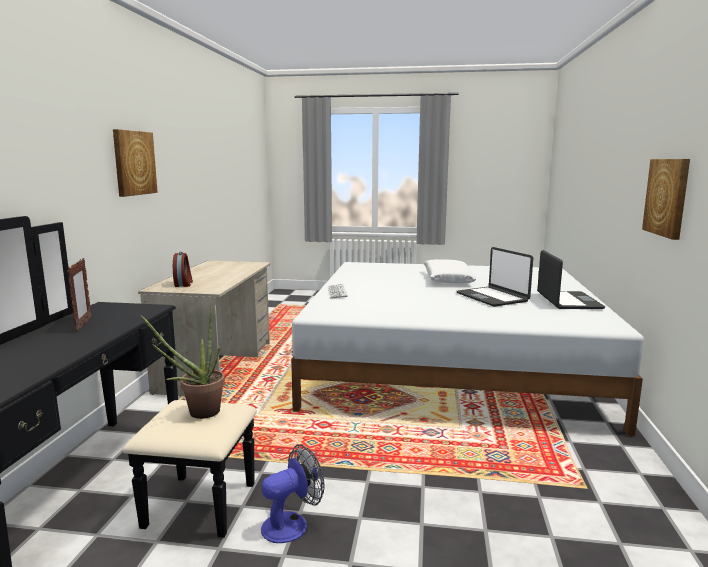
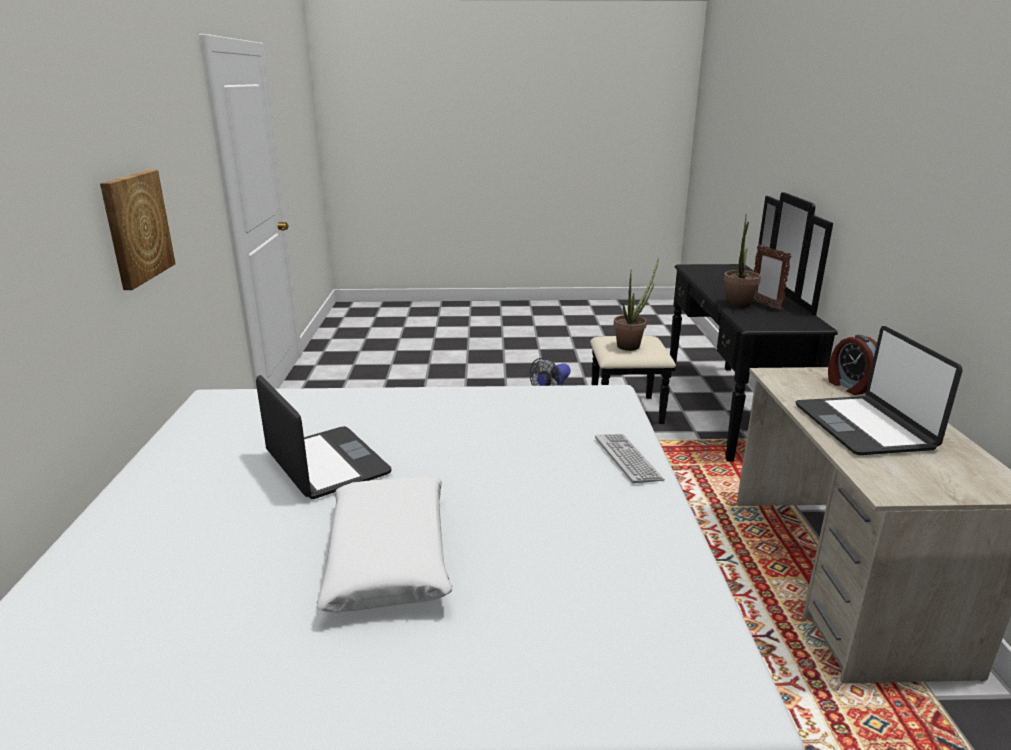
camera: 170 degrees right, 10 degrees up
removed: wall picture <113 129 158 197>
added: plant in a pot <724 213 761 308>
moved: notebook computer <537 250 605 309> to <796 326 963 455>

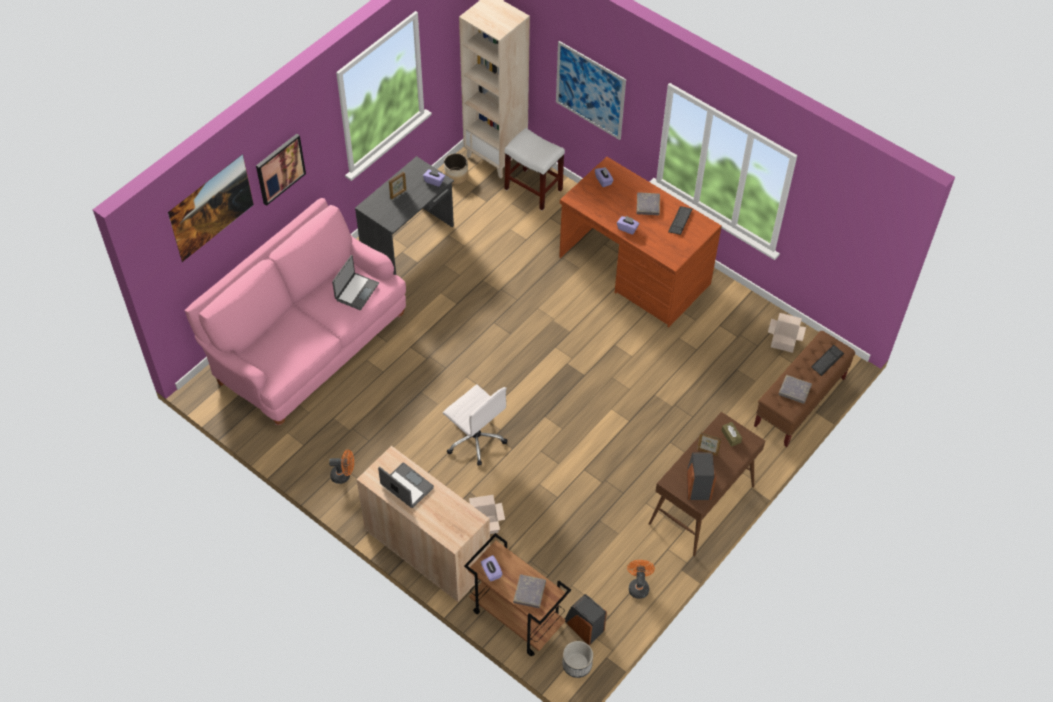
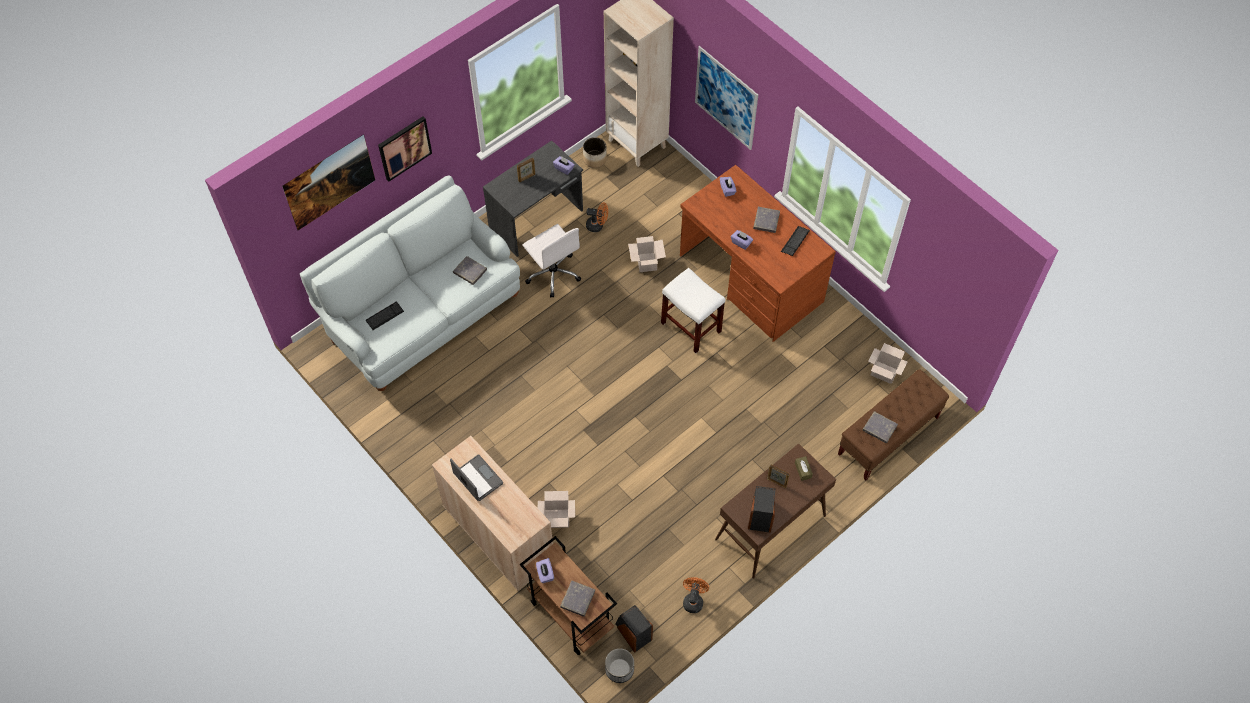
camera: 10 degrees right, 5 degrees up
added: packing box <628 236 666 272>
moved: orangey cooling fan <329 450 354 484> to <586 202 608 232>; whitish office chair <443 385 507 465> to <522 224 581 298>; whitish sitting stool <504 128 565 210> to <661 268 725 353>; computer keyboard <811 345 844 376> to <366 301 404 330>
replaced: notebook computer <332 255 379 310> to greyish bound book <453 256 487 285>
recoloured: pink-coloured settee <184 198 406 425> to whitish settee <300 175 520 391>

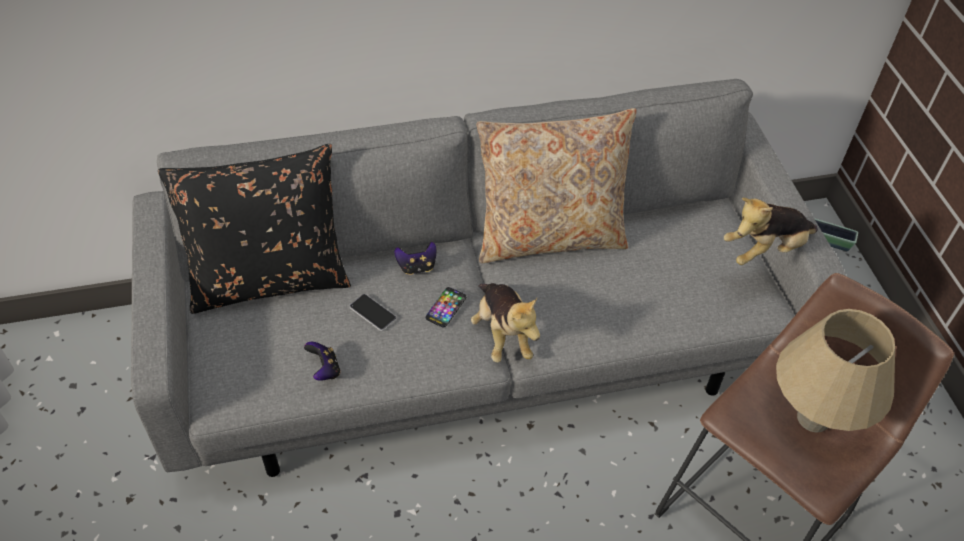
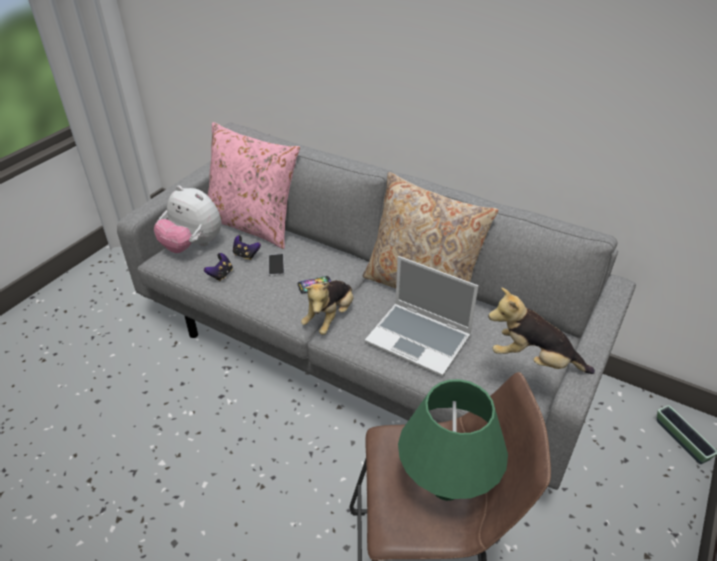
camera: 45 degrees right, 10 degrees down
added: soft toy <154 186 221 253>; notebook computer <365 256 479 377>
moved: game controller <394 242 436 275> to <233 235 261 260>
recoloured: blackish pillow <158 144 351 314> to pink-coloured pillow <208 122 300 249>; beige tabletop lamp <776 309 895 432> to green tabletop lamp <398 379 508 501>

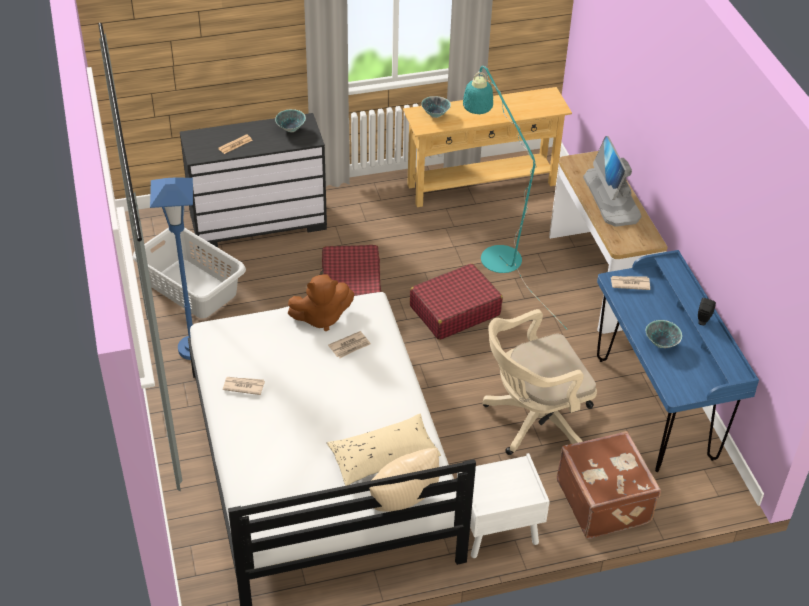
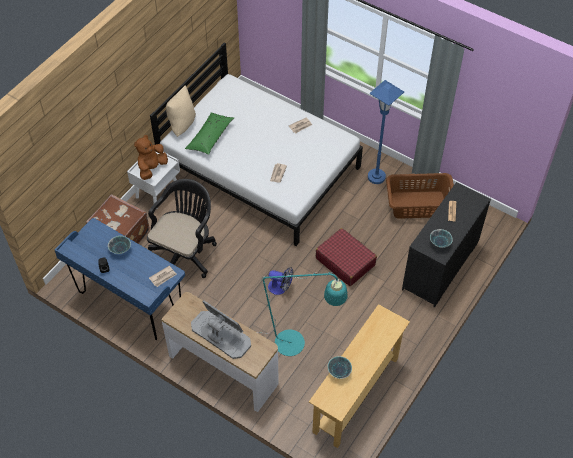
camera: 140 degrees right, 10 degrees up
moved: brownish soft toy <288 274 354 331> to <134 135 168 180>; serving bowl <421 96 451 118> to <328 356 352 379>
replaced: reddish travel case <410 263 503 340> to cooling fan <268 267 293 295>
recoloured: greyish washing basket <133 228 246 318> to brownish washing basket <386 173 454 219>; beige pillow <327 413 441 486> to green pillow <185 113 234 155>; beige office chair <482 309 597 455> to blackish office chair <147 179 217 278>

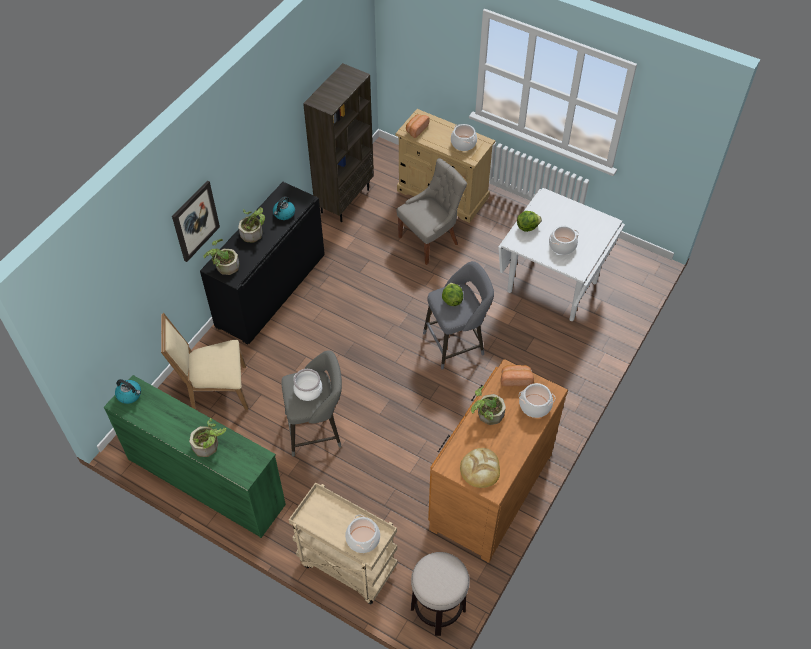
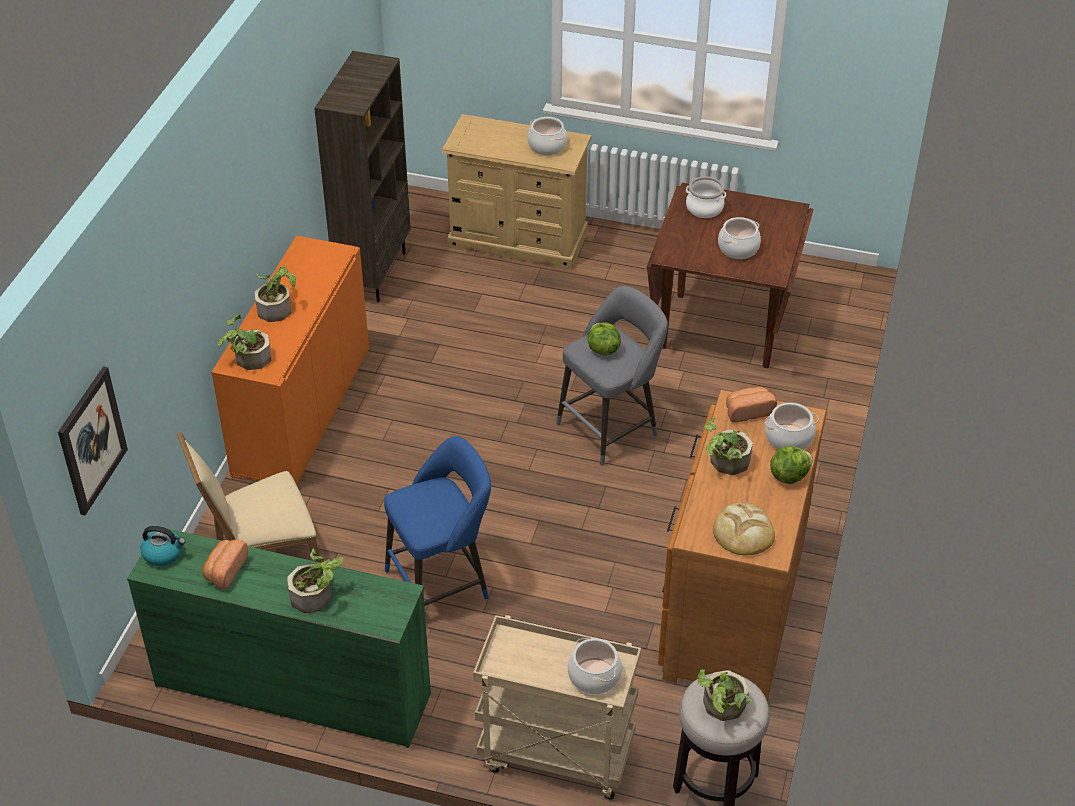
camera: 15 degrees left, 10 degrees down
removed: tea kettle <273 196 295 220>; greyish upright chair <397 158 467 265>
added: plant in a pot <697 669 752 721>
moved: wall picture <172 181 220 262> to <58 366 128 516>; cooking pot <293 369 322 401> to <686 176 726 218>; bread <406 114 430 138> to <202 540 248 590>; lettuce head <517 211 542 232> to <770 446 813 484>
recoloured: blackish cabinet <200 182 325 344> to orangey cabinet <211 236 369 485>; greyish sitting stool <281 350 342 457> to bluish sitting stool <384 436 491 606>; whitish kitchen table <498 188 625 321> to brownish kitchen table <647 183 813 368>

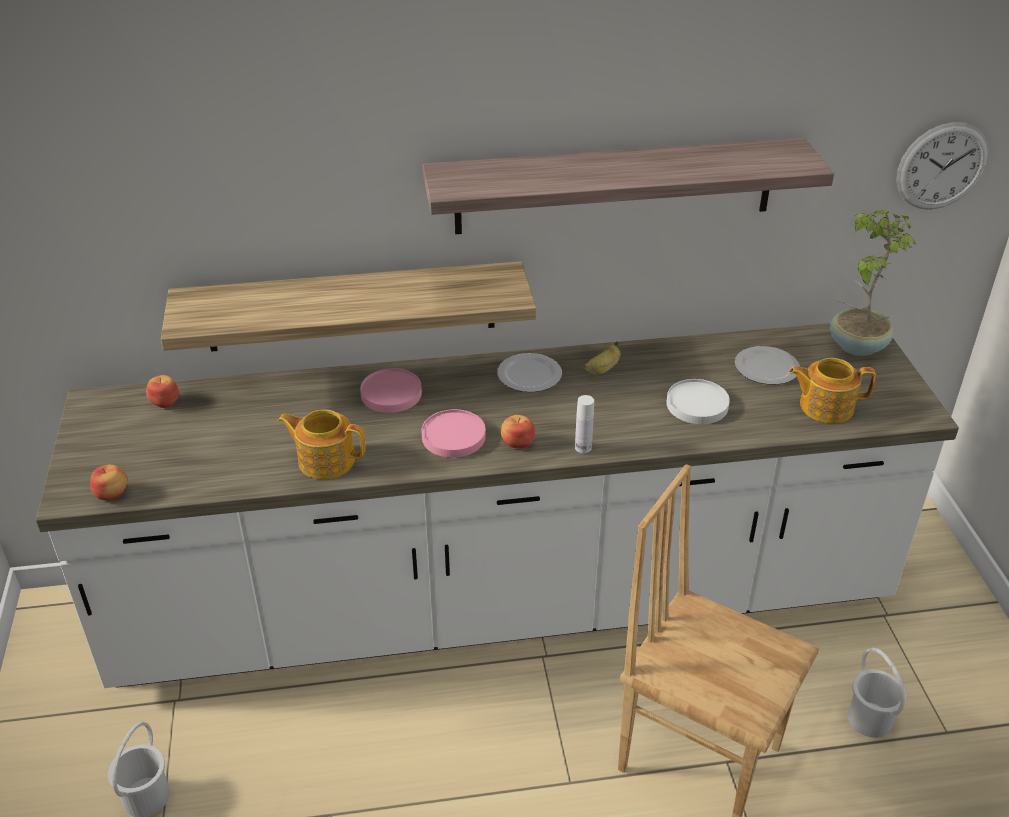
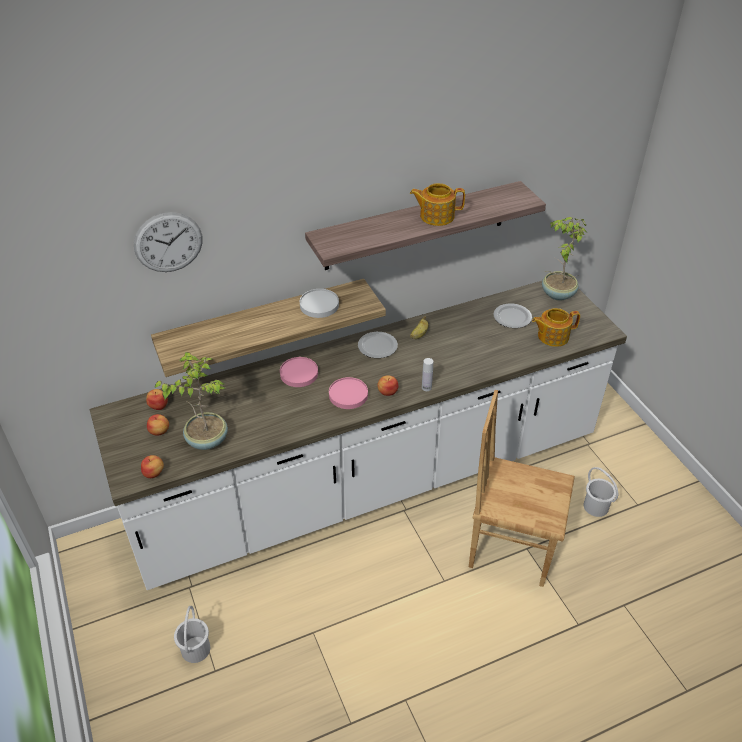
camera: 15 degrees left, 5 degrees up
added: apple <147 414 169 436>; plant in a pot <154 352 228 450>
moved: teapot <278 409 366 480> to <410 183 465 226>; whitish plate <666 379 730 424> to <300 289 339 318>; clock on the wall <896 122 989 209> to <134 212 203 272>

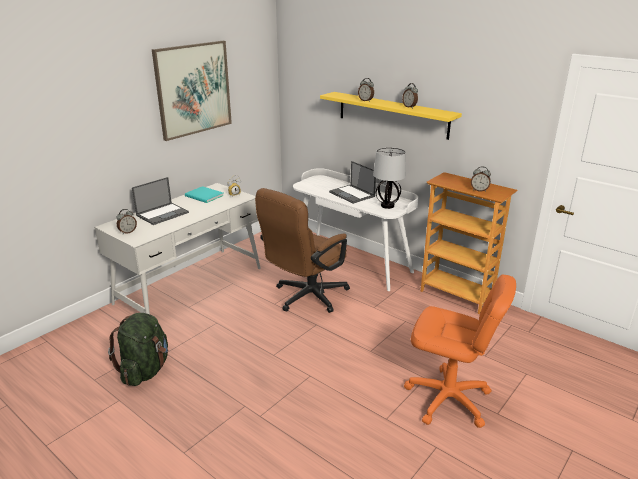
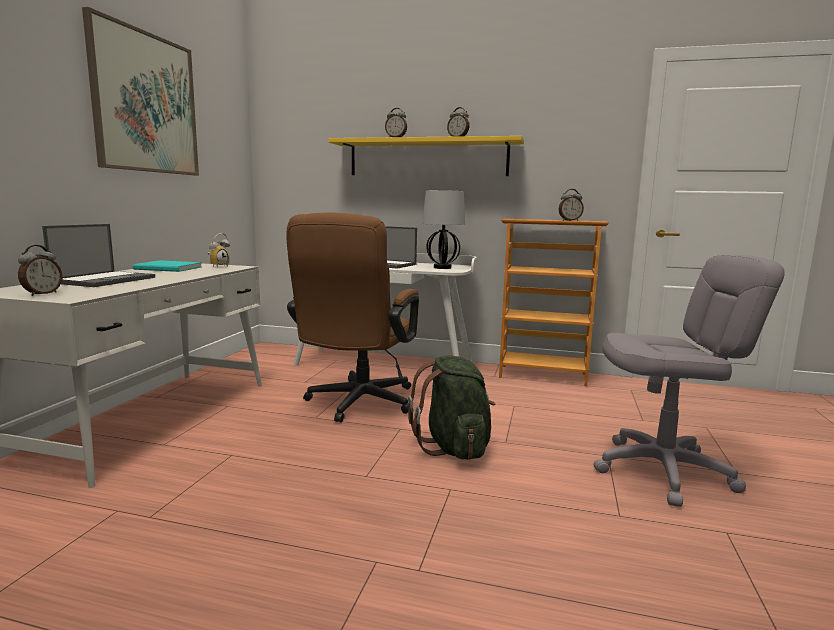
camera: 25 degrees left, 15 degrees down
moved: green backpack <108 313 168 386> to <408 356 495 460>
recoloured: orangey office chair <404 275 516 428> to greyish office chair <594 255 785 507>

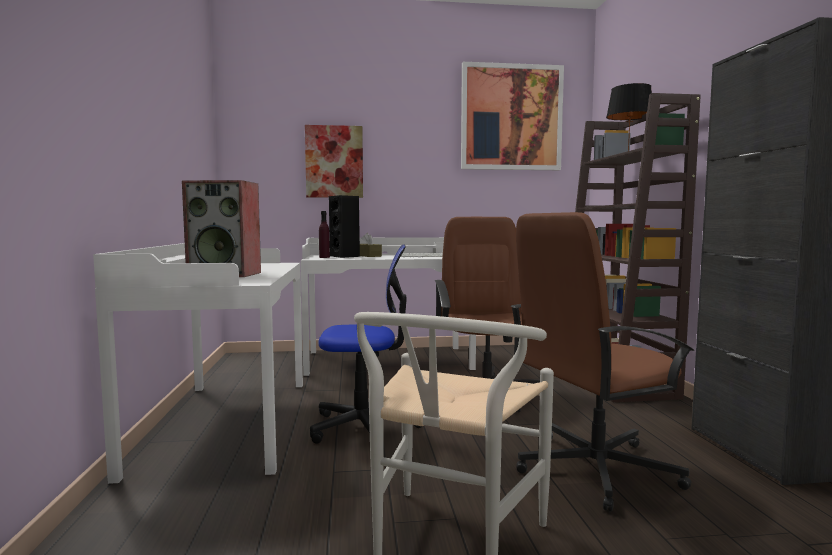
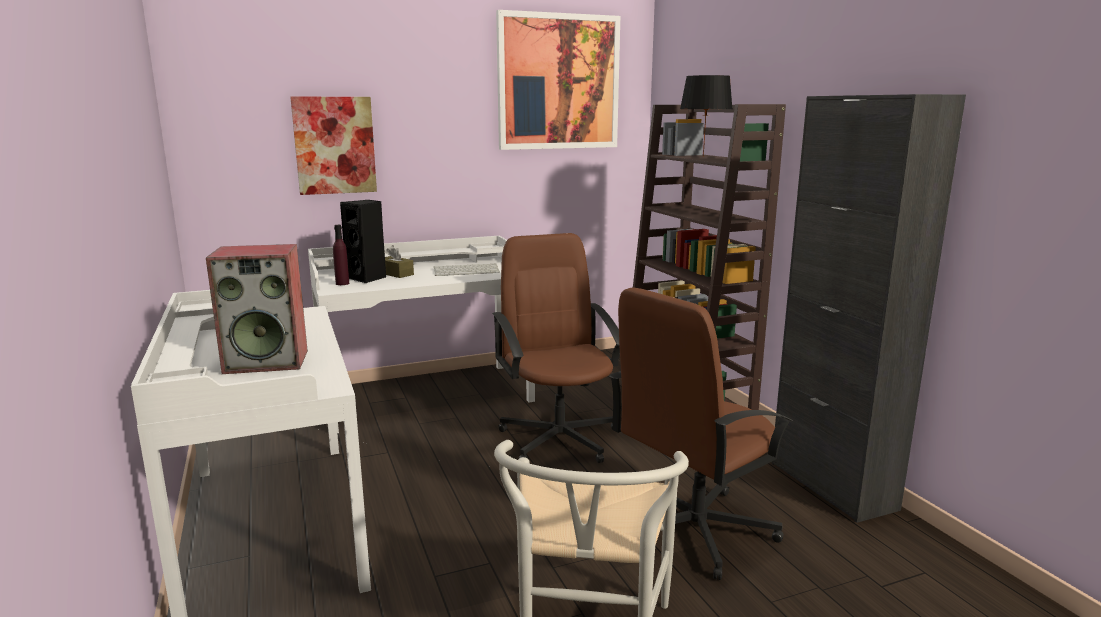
camera: 15 degrees left, 10 degrees up
removed: office chair <310 244 422 450>

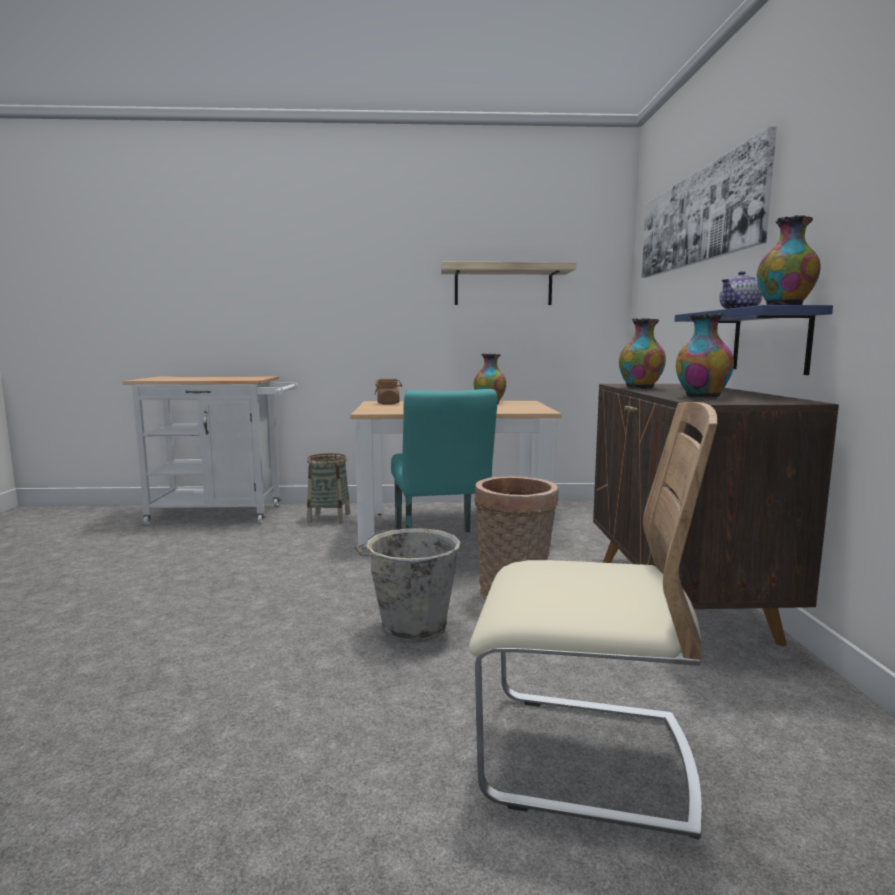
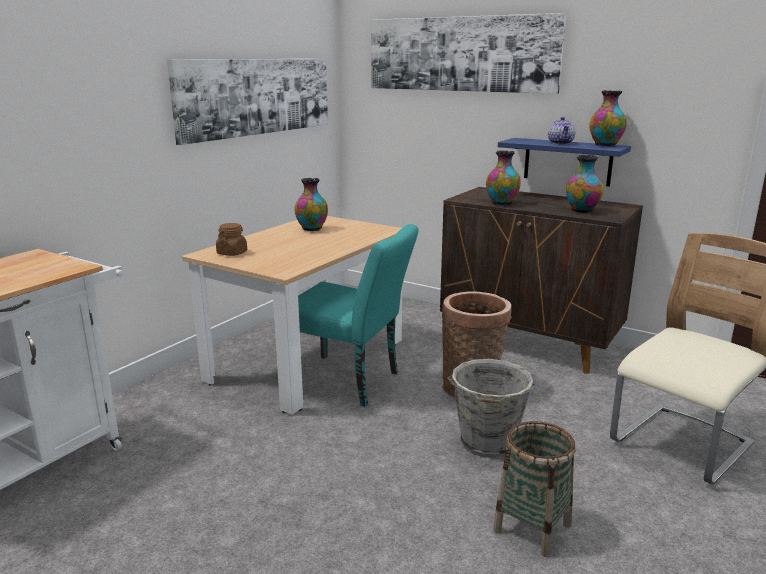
camera: 55 degrees left, 10 degrees up
moved: basket <307 453 350 524> to <493 421 575 557>
replaced: bracket shelf <441 262 576 305> to wall picture <167 59 328 145>

